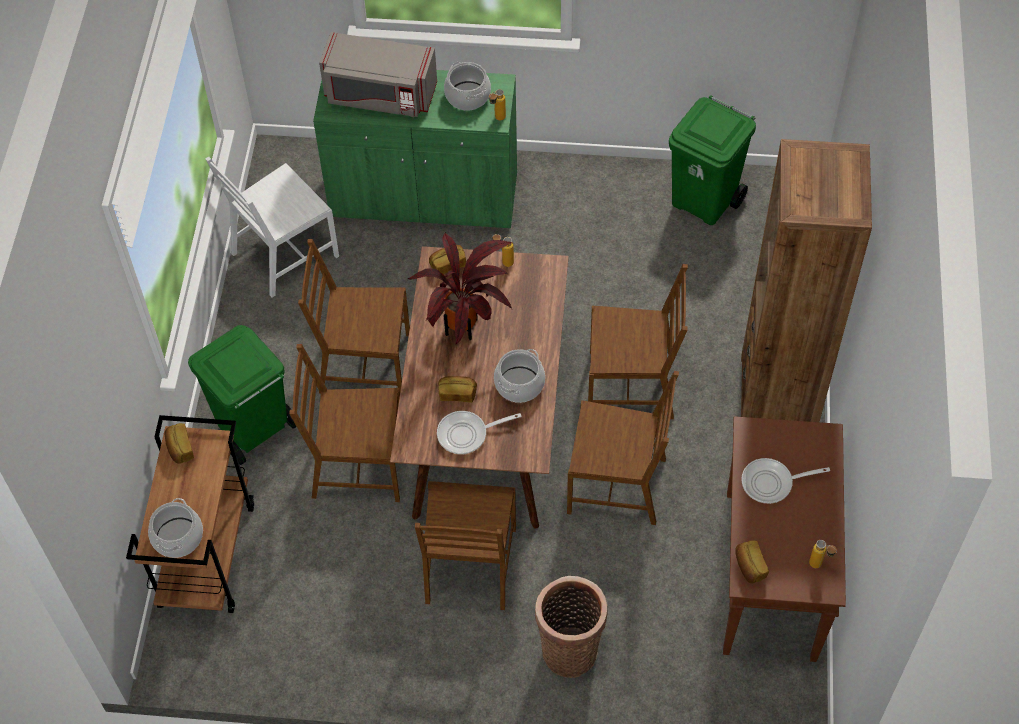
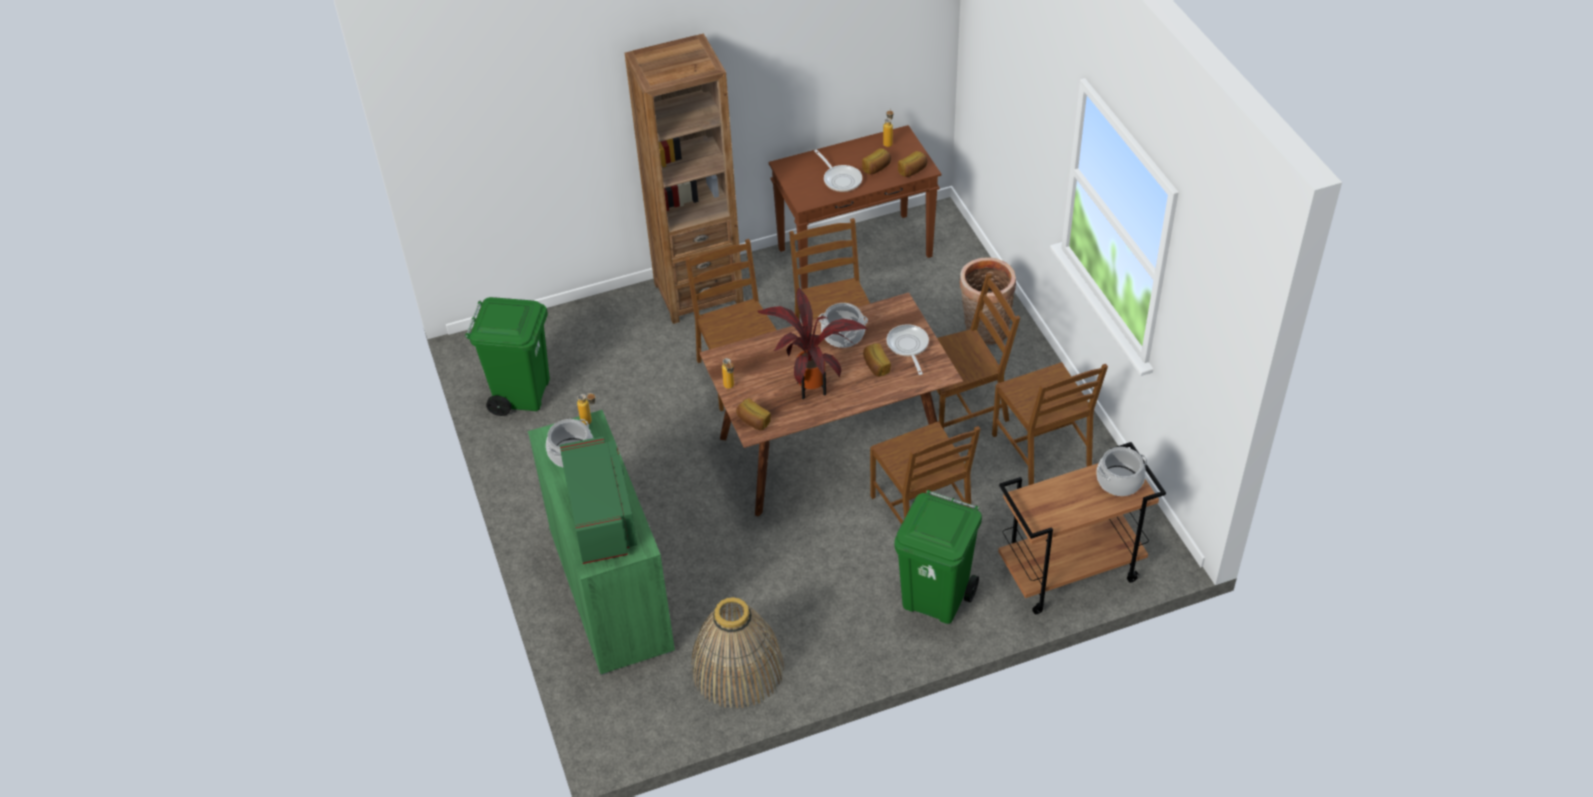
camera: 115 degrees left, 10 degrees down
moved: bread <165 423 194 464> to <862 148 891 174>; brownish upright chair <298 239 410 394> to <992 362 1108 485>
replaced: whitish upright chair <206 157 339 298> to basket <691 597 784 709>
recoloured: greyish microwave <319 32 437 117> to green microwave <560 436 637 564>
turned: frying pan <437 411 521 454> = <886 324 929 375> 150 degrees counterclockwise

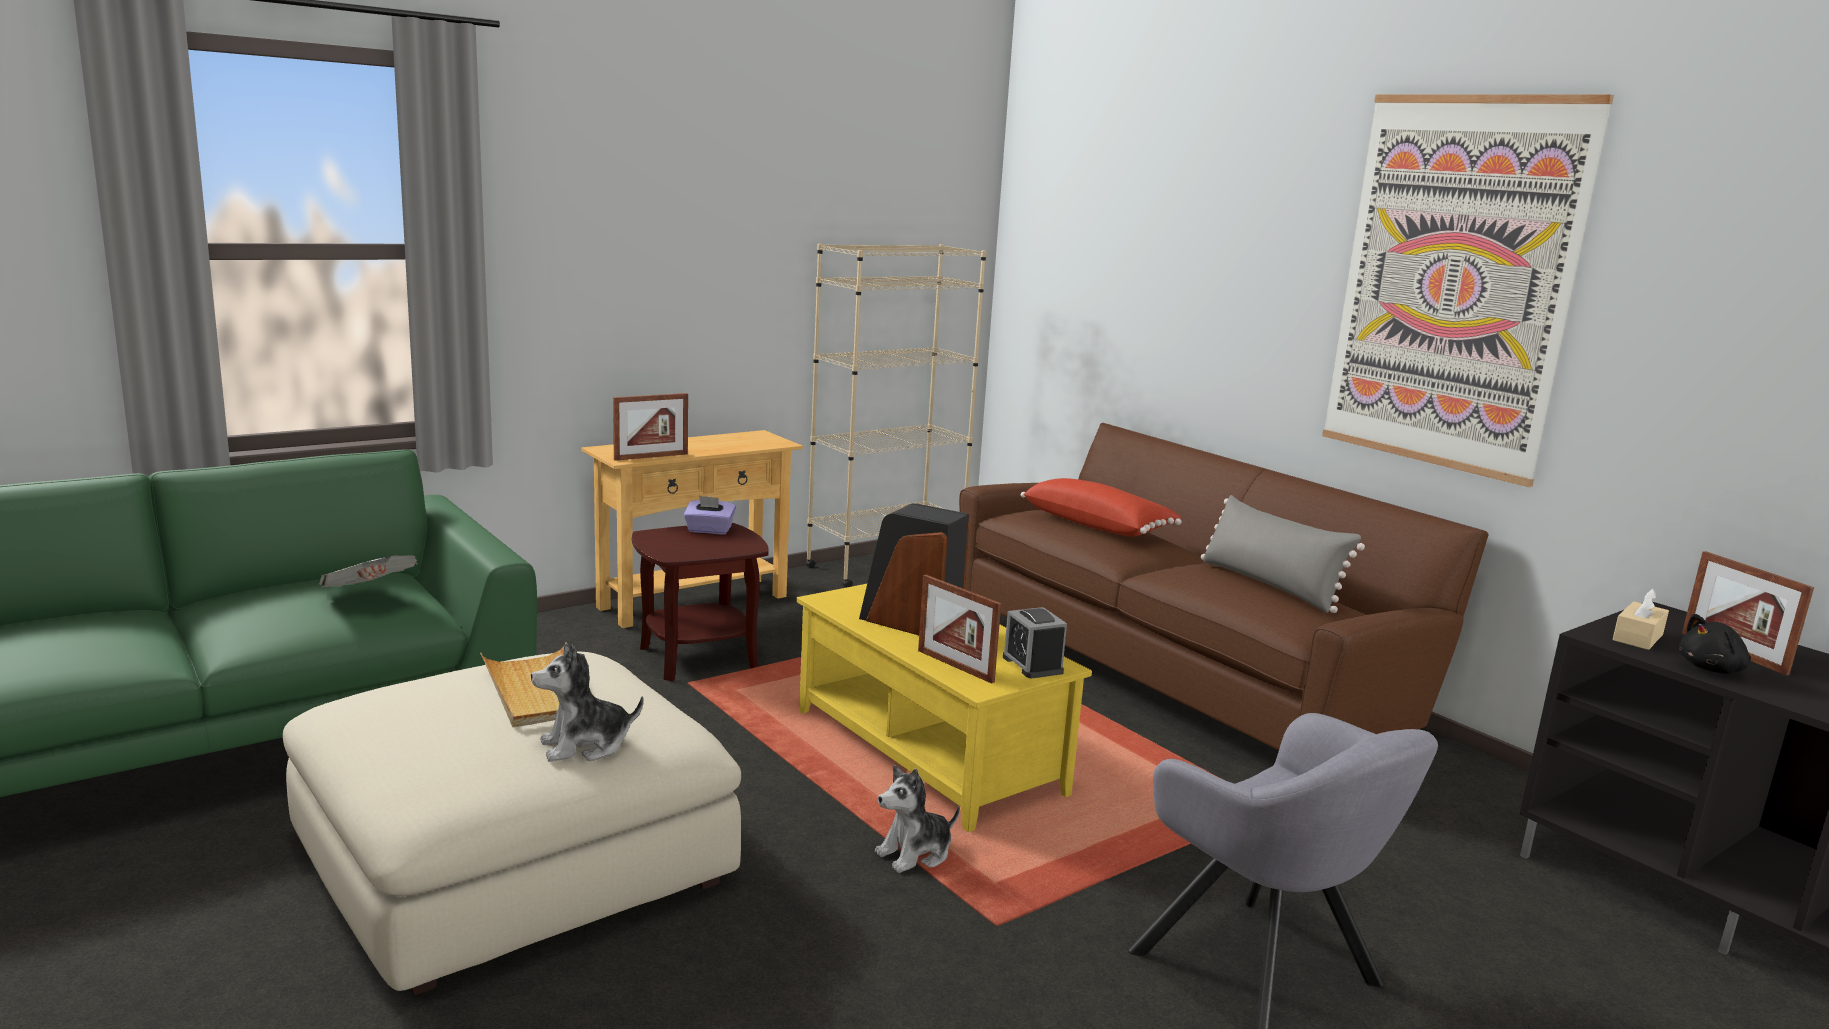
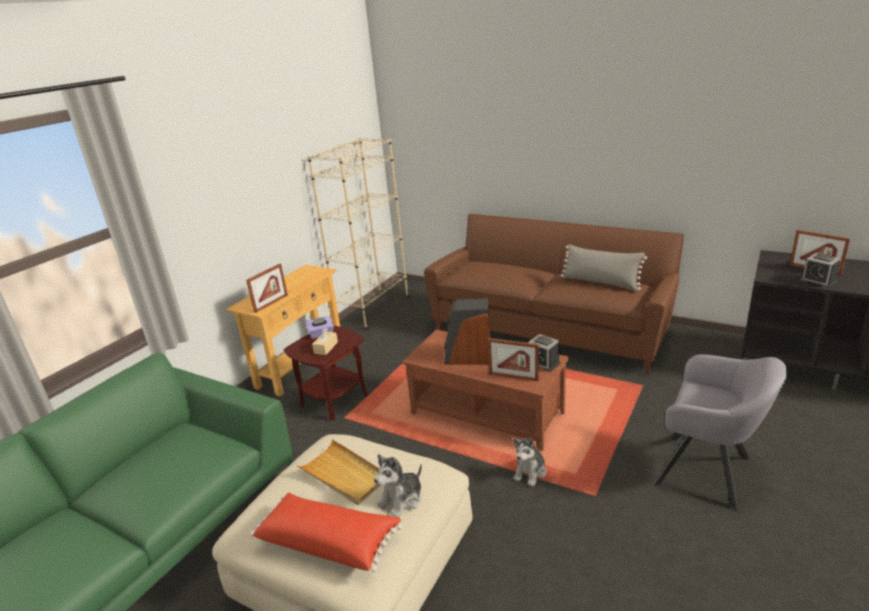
camera: 20 degrees left, 10 degrees up
removed: daily paper <320 555 417 587>; wall picture <1322 94 1614 487>
moved: reddish pillow <1021 478 1182 537> to <250 492 403 572>; beige tissue holder <1612 589 1669 650> to <312 328 338 355>
replaced: blackish soft toy <1679 614 1751 674> to table clock <800 253 841 288>
recoloured: yellowish coffee table <797 584 1092 832> to brownish coffee table <402 330 569 451>

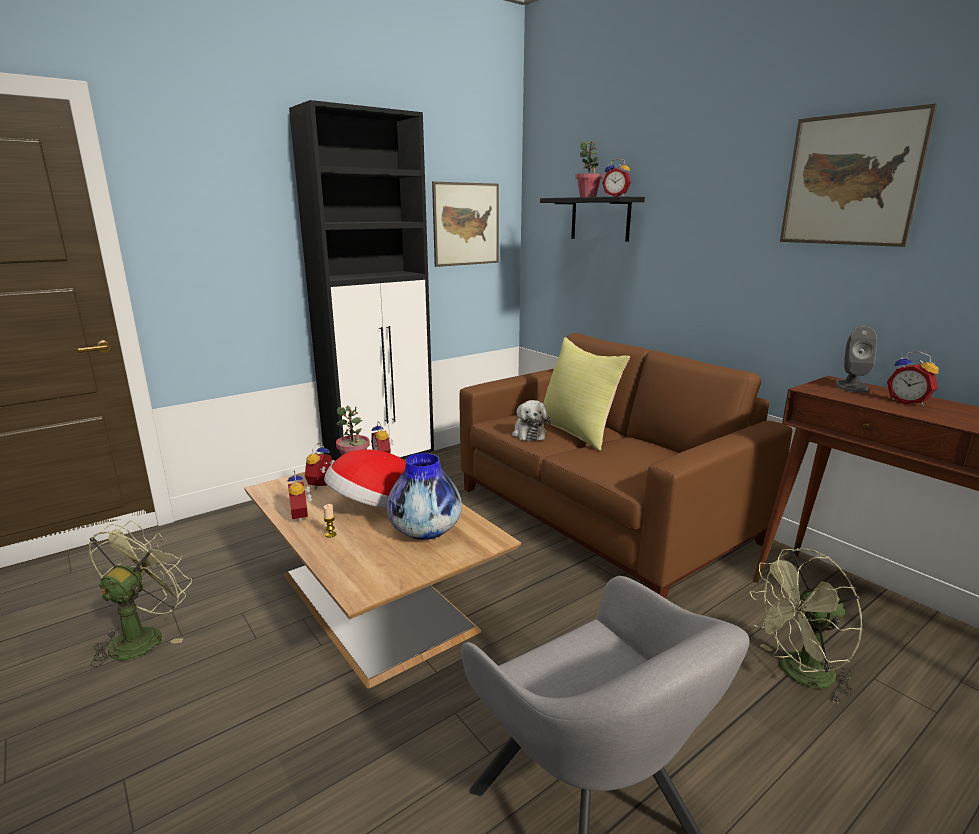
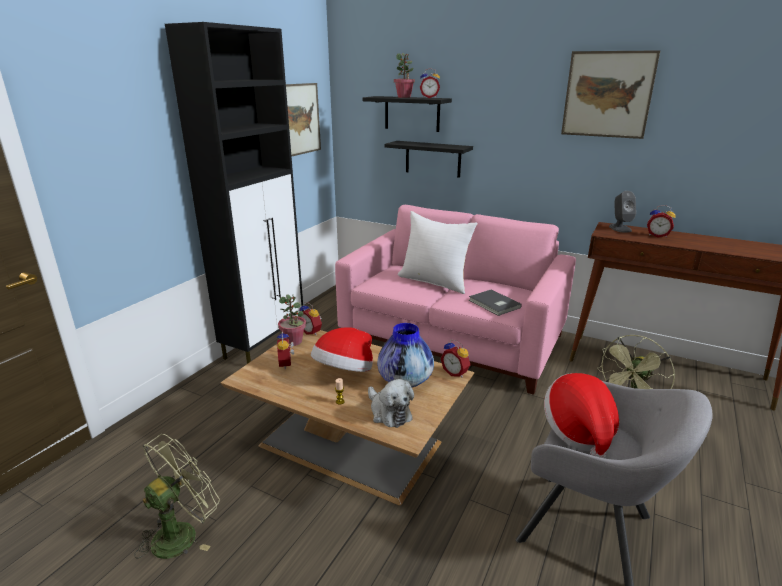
camera: 25 degrees left, 5 degrees up
added: blackish bracket shelf <385 141 473 178>; greyish bound book <469 290 522 316>; hat <544 373 619 458>
moved: table clock <287 470 312 523> to <440 340 470 378>; soft toy <512 400 551 441> to <368 379 414 428>
recoloured: brownish settee <460 333 792 599> to pink-coloured settee <335 205 576 395>; yellowish pillow <544 337 630 451> to whitish pillow <398 211 478 294>
turned: green cooling fan <89 521 192 667> = <134 434 220 559> 45 degrees clockwise

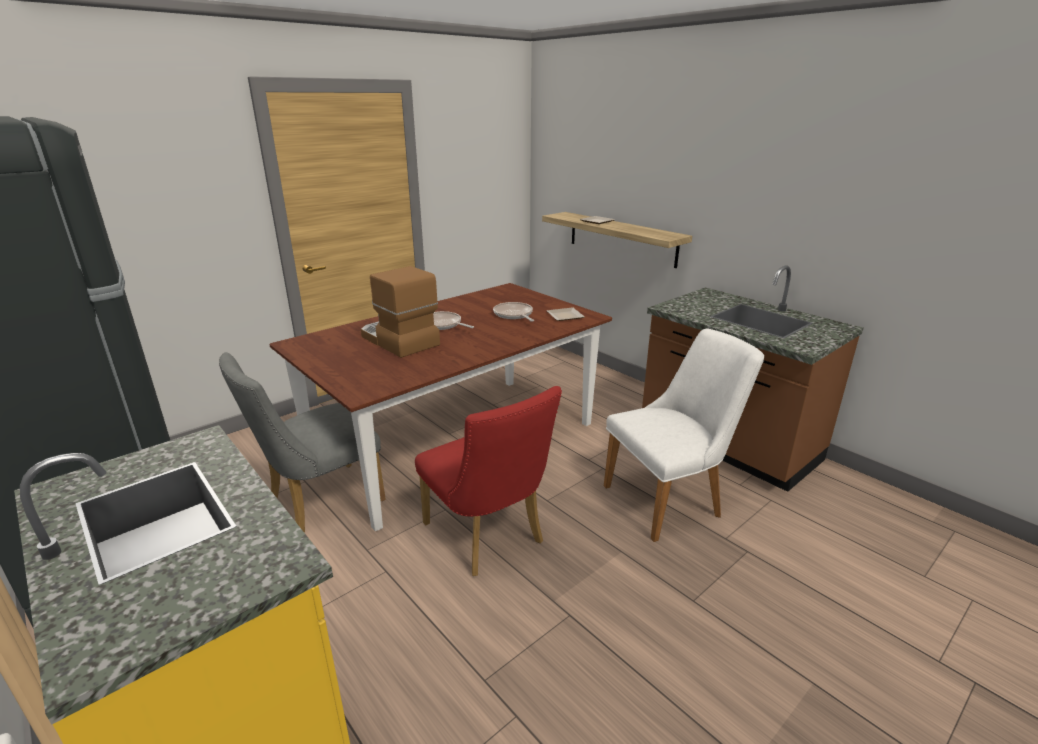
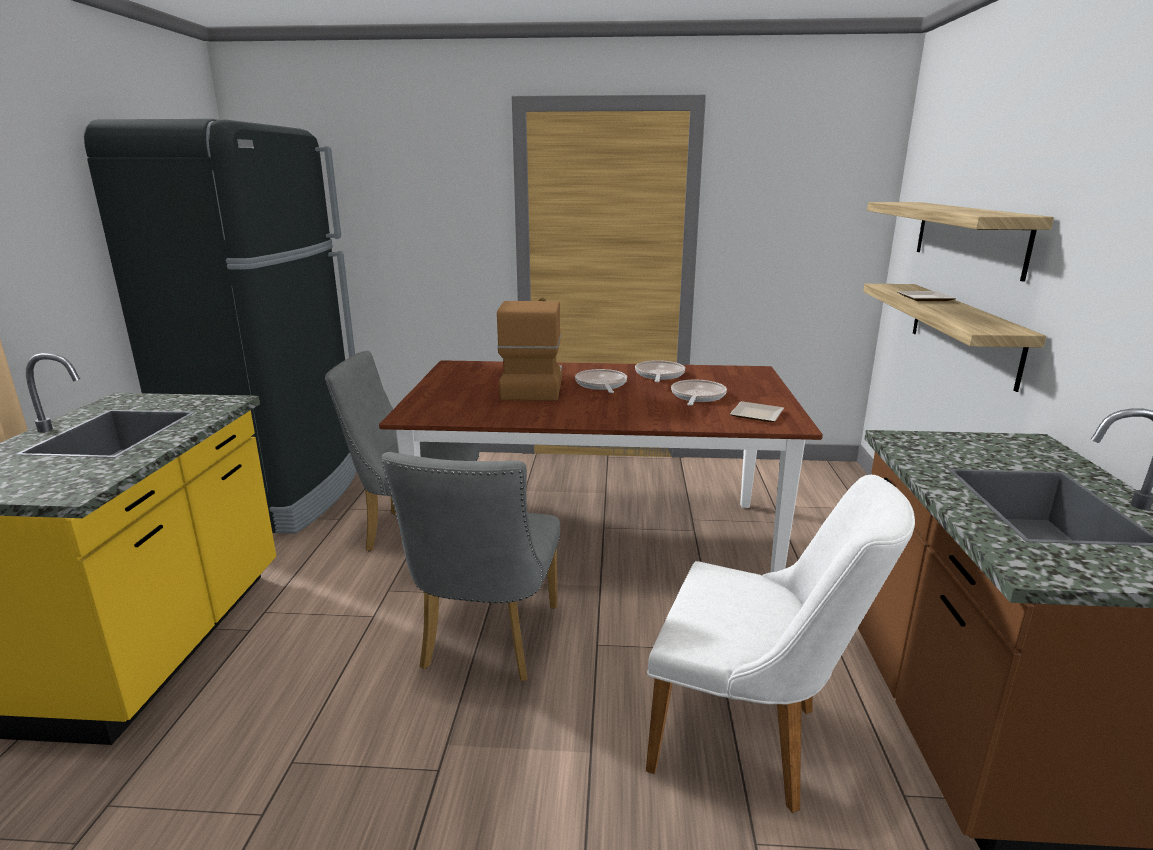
camera: 45 degrees right, 5 degrees down
added: frying pan <635 360 685 382>; bracket shelf <867 202 1054 282>
recoloured: reddish upright chair <415 386 562 576> to greyish upright chair <382 452 560 681>

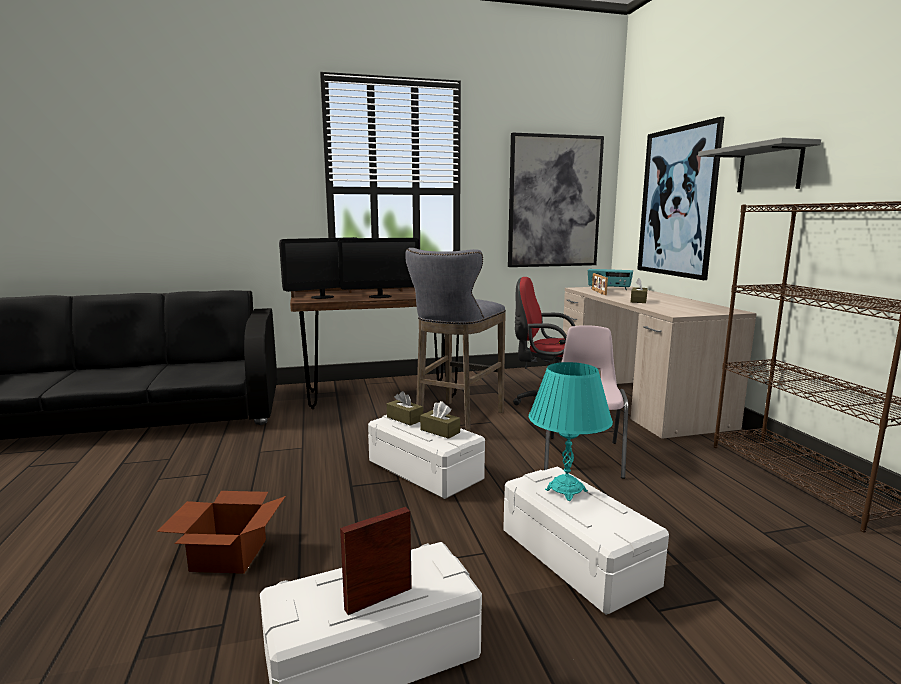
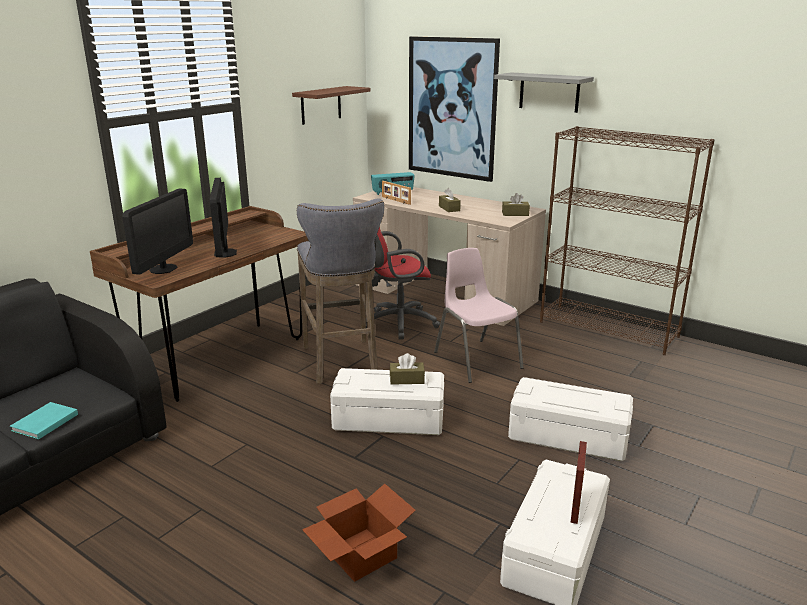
camera: 40 degrees left, 10 degrees up
removed: turquoise-coloured tabletop lamp <529 362 613 501>
added: turquoise-coloured bound book <10 402 78 440>
moved: brownish tissue holder <387 391 423 426> to <502 193 530 216>
replaced: wall picture <508 133 604 267> to brownish bracket shelf <292 86 370 125>
turned: monitor <337 238 419 298> = <210 178 237 258> 135 degrees clockwise

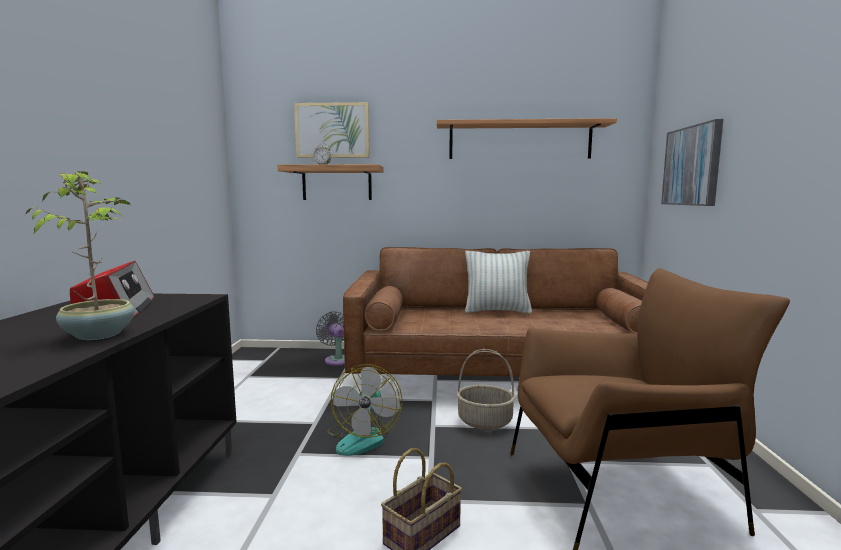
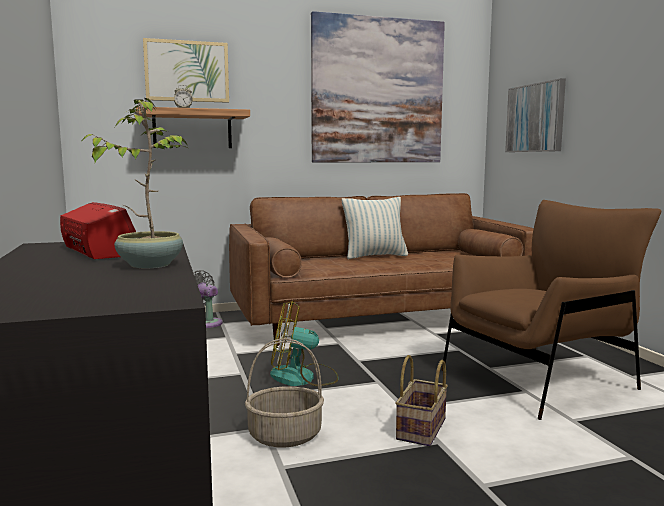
camera: 20 degrees left, 0 degrees up
moved: basket <456 349 516 430> to <245 338 324 447>
replaced: bracket shelf <437 118 617 159> to wall picture <311 11 445 162>
turned: cooling fan <327 364 403 456> = <270 301 339 386> 105 degrees clockwise

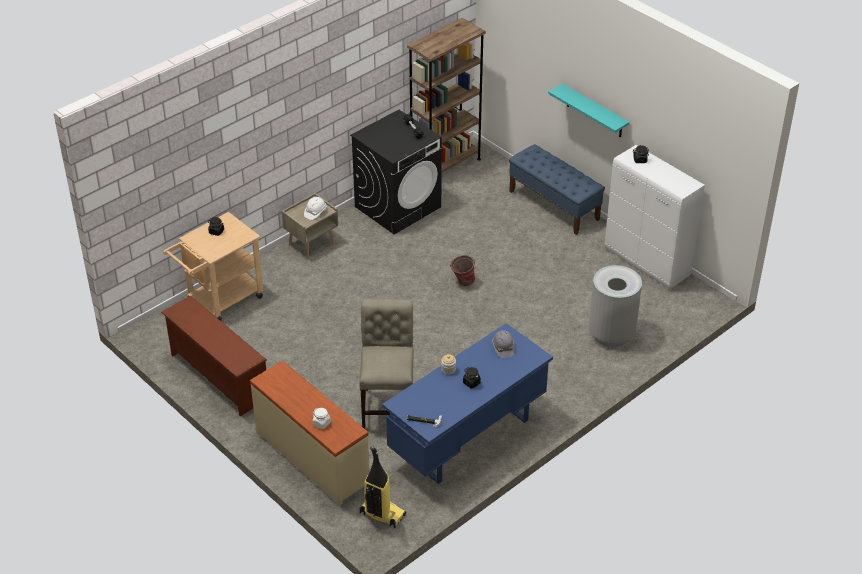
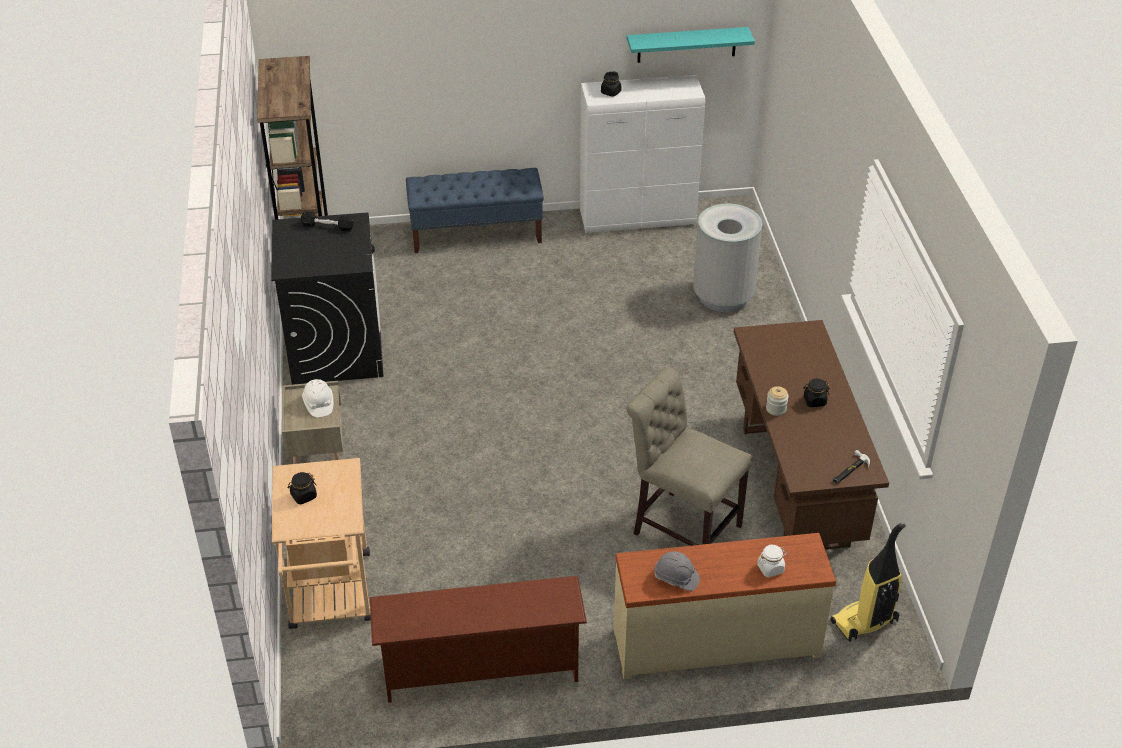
camera: 55 degrees left, 0 degrees up
removed: bucket <450 255 475 286>
moved: greyish hard hat <492 330 515 358> to <654 551 700 591>; turquoise-coloured bracket shelf <548 84 630 138> to <627 27 755 63>
recoloured: bluish desk unit <382 323 553 484> to brownish desk unit <734 320 889 549>

